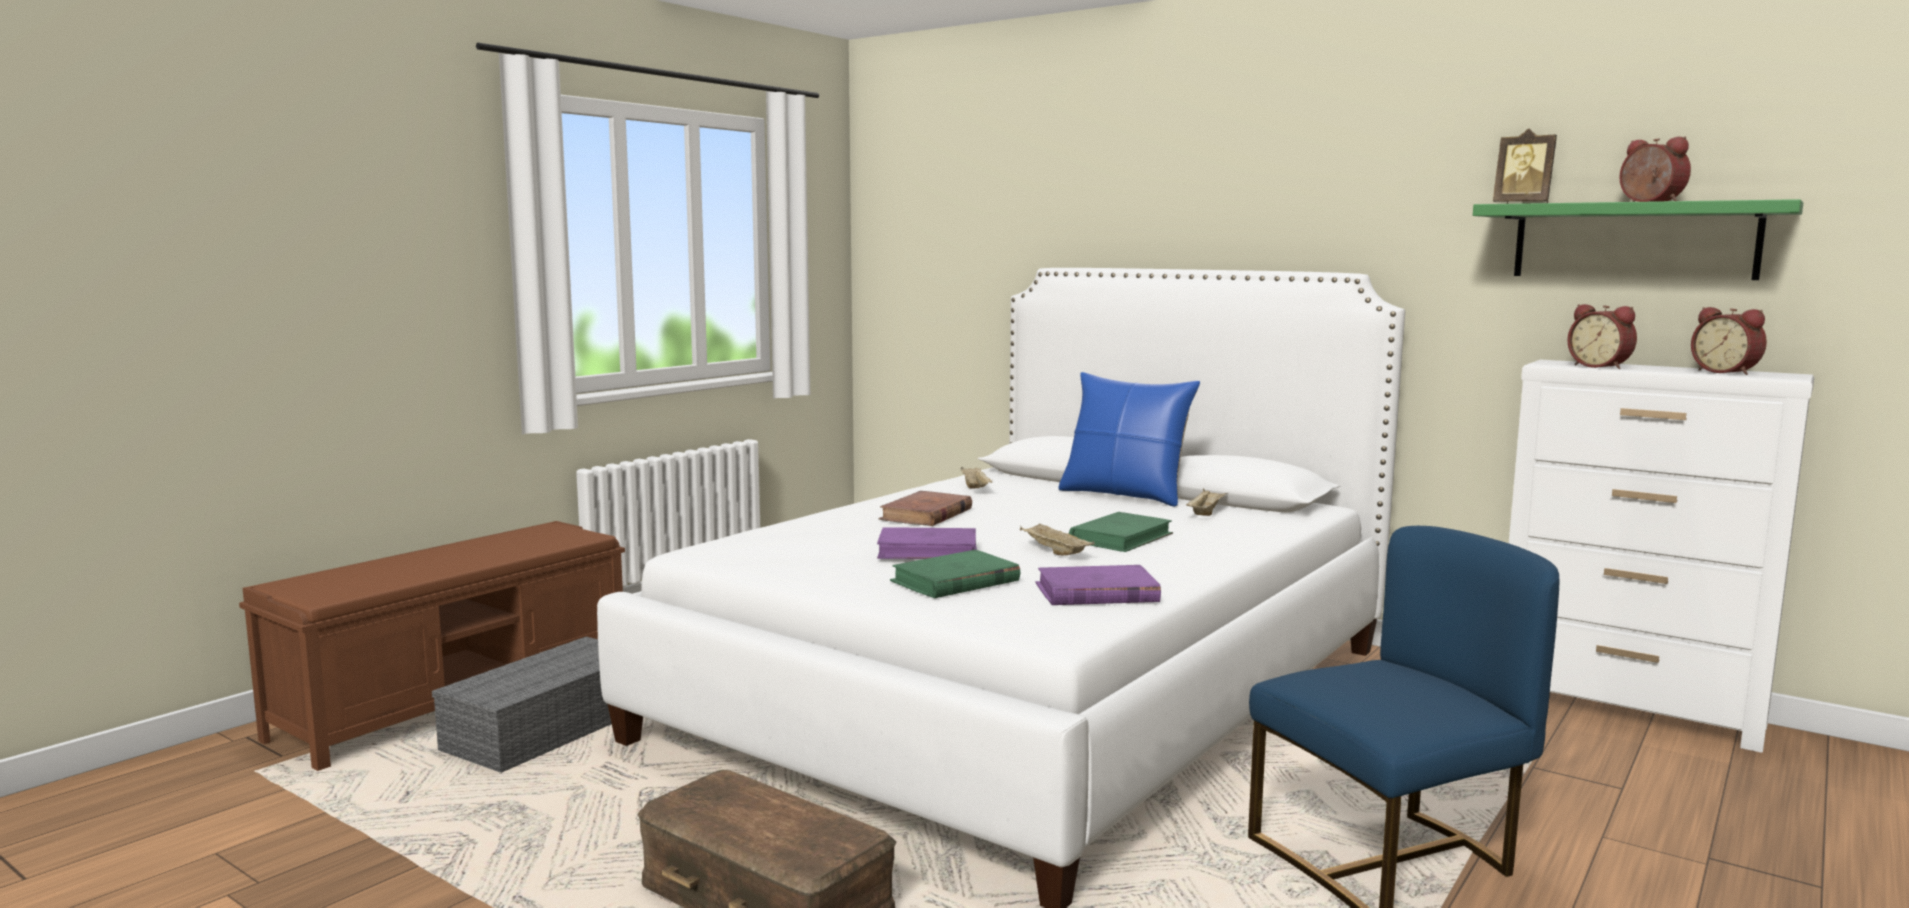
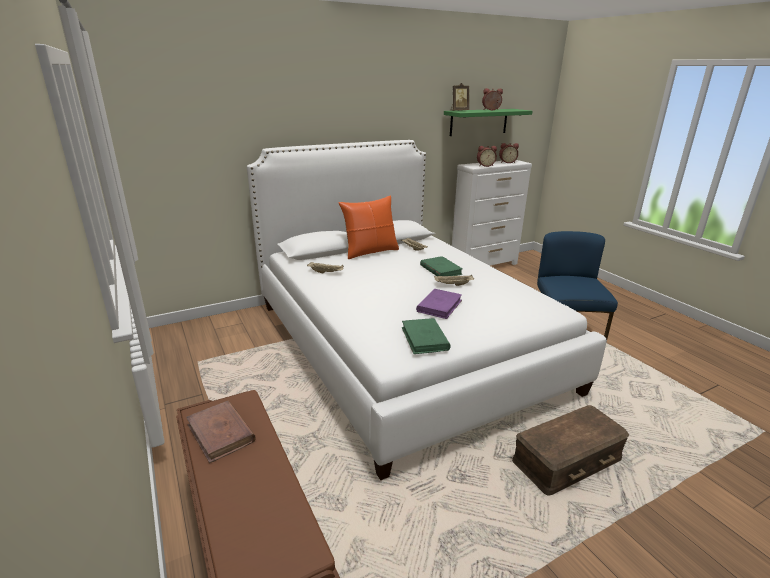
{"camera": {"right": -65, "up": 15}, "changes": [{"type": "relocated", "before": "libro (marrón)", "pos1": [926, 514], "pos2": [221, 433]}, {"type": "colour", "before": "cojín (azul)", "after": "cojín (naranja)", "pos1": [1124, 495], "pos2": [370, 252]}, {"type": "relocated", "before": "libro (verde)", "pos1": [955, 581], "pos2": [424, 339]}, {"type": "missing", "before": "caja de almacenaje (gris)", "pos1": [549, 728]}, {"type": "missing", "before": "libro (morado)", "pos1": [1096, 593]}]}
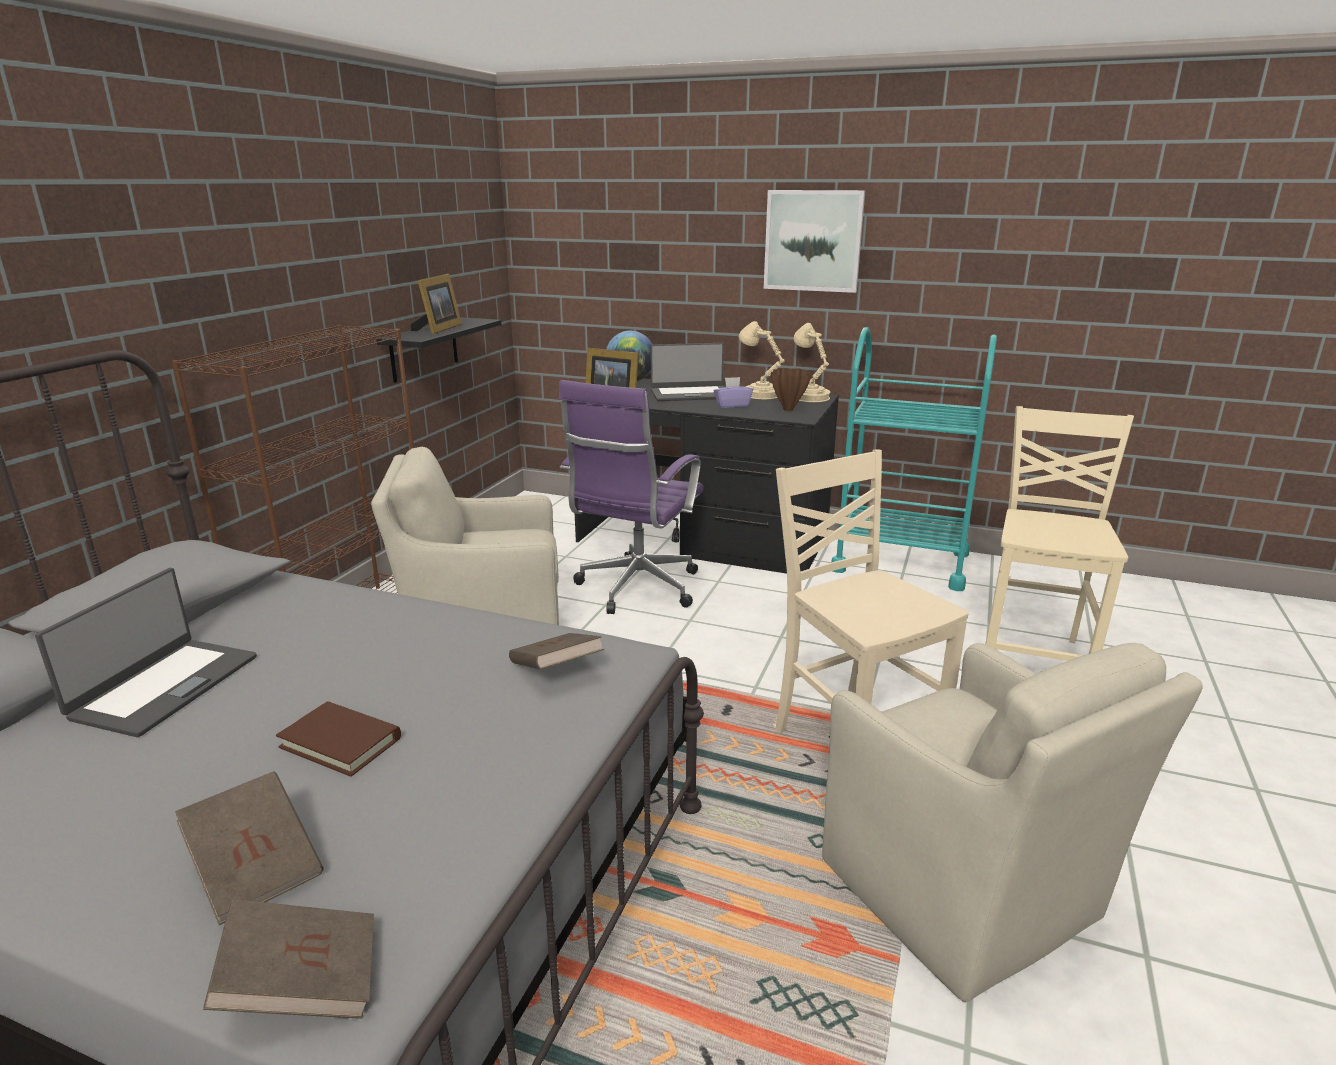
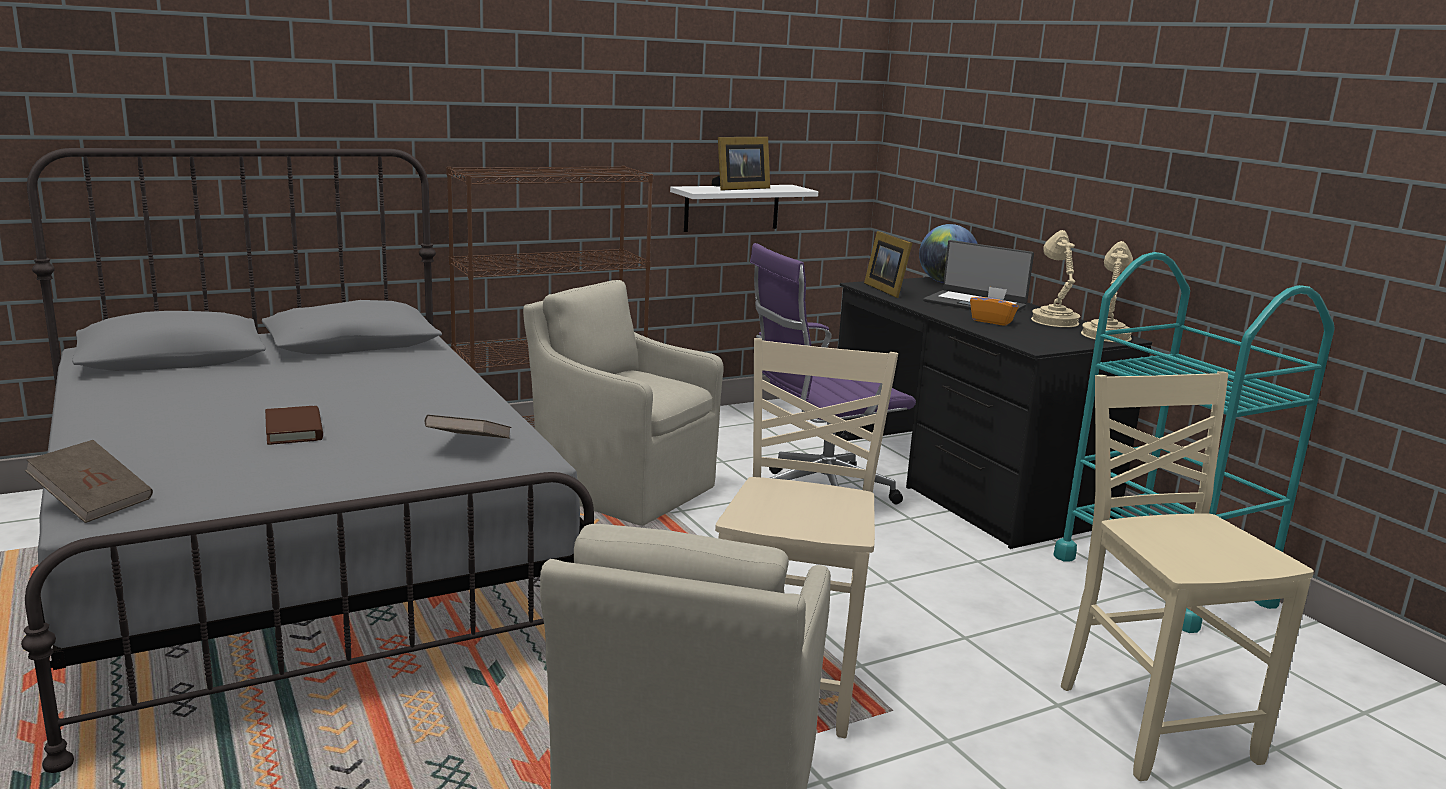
{"camera": {"right": 40, "up": -5}, "changes": [{"type": "colour", "before": "estante (negro)", "after": "estante (blanco)", "pos1": [424, 349], "pos2": [732, 207]}, {"type": "colour", "before": "caja de pañuelos (morado)", "after": "caja de pañuelos (naranja)", "pos1": [732, 405], "pos2": [992, 321]}, {"type": "spun", "before": "silla (beis)", "pos1": [1033, 658], "pos2": [1152, 721], "turn": -75}, {"type": "missing", "before": "portátil", "pos1": [164, 686]}, {"type": "missing", "before": "libro (marrón)", "pos1": [256, 868]}, {"type": "missing", "before": "cuadro", "pos1": [813, 241]}, {"type": "missing", "before": "florero (marrón)", "pos1": [789, 409]}]}
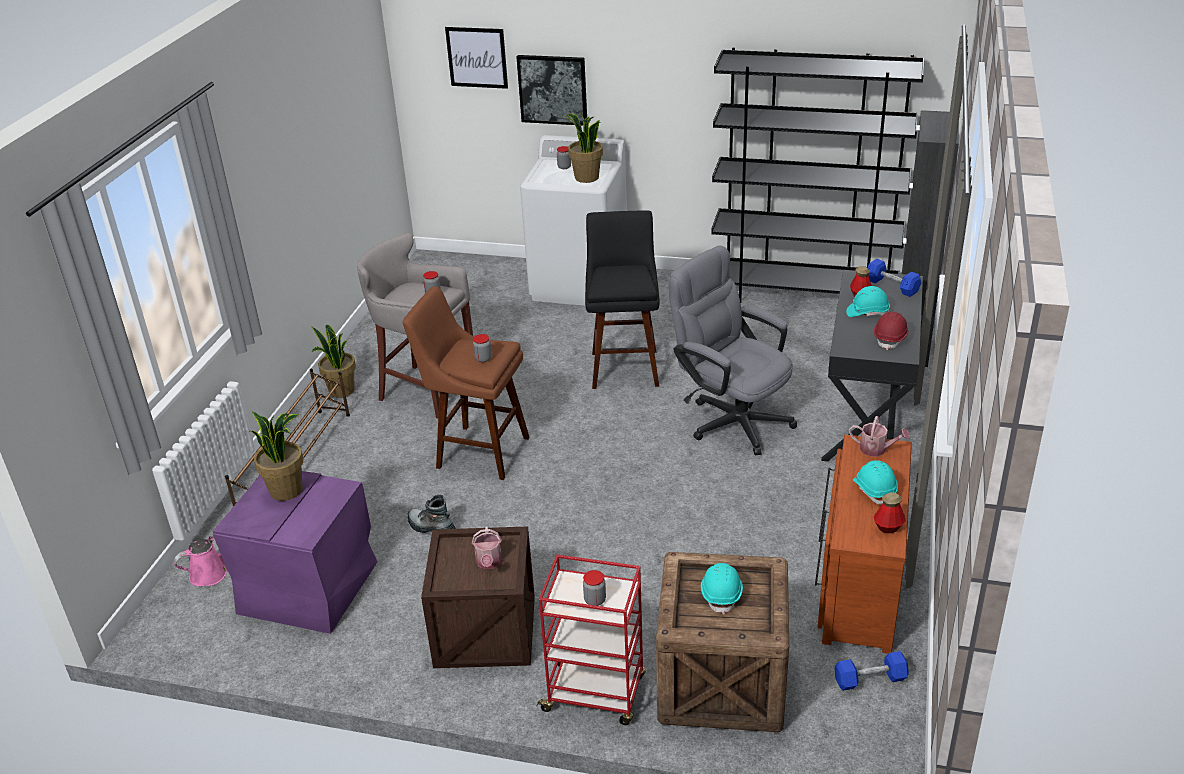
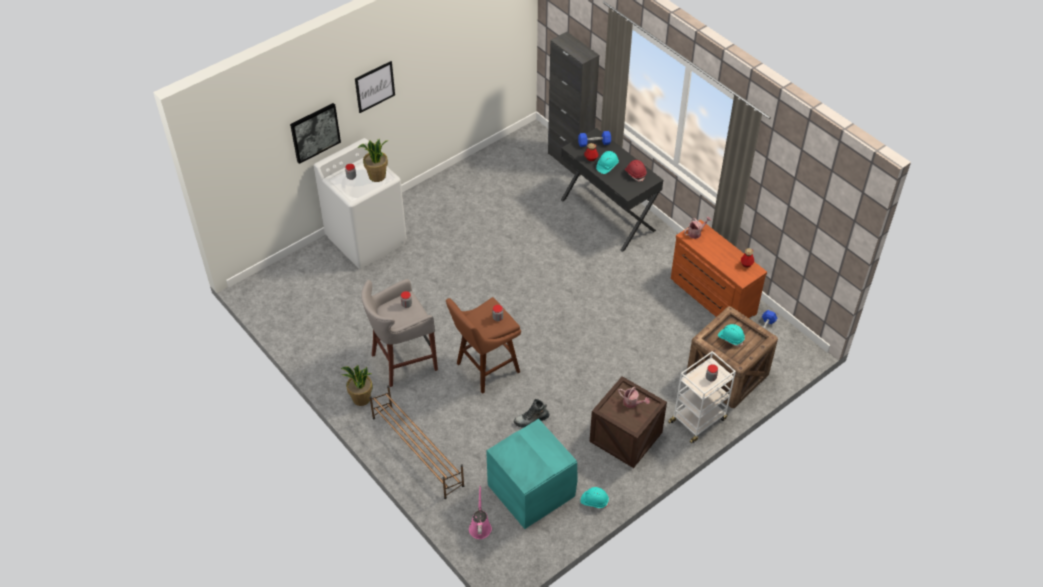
{"camera": {"right": -55, "up": 15}, "changes": [{"type": "relocated", "before": "cuadro", "pos1": [477, 57], "pos2": [374, 86]}, {"type": "colour", "before": "caja de almacenaje (morado)", "after": "caja de almacenaje (turquesa)", "pos1": [310, 586], "pos2": [531, 489]}, {"type": "relocated", "before": "casco (turquesa)", "pos1": [874, 490], "pos2": [594, 501]}, {"type": "colour", "before": "carrito (rojo)", "after": "carrito (blanco)", "pos1": [595, 694], "pos2": [698, 420]}, {"type": "missing", "before": "planta en maceta", "pos1": [287, 490]}, {"type": "missing", "before": "taburete (negro)", "pos1": [624, 366]}, {"type": "missing", "before": "silla de oficina (gris)", "pos1": [731, 419]}, {"type": "missing", "before": "estantería (negro)", "pos1": [804, 295]}]}
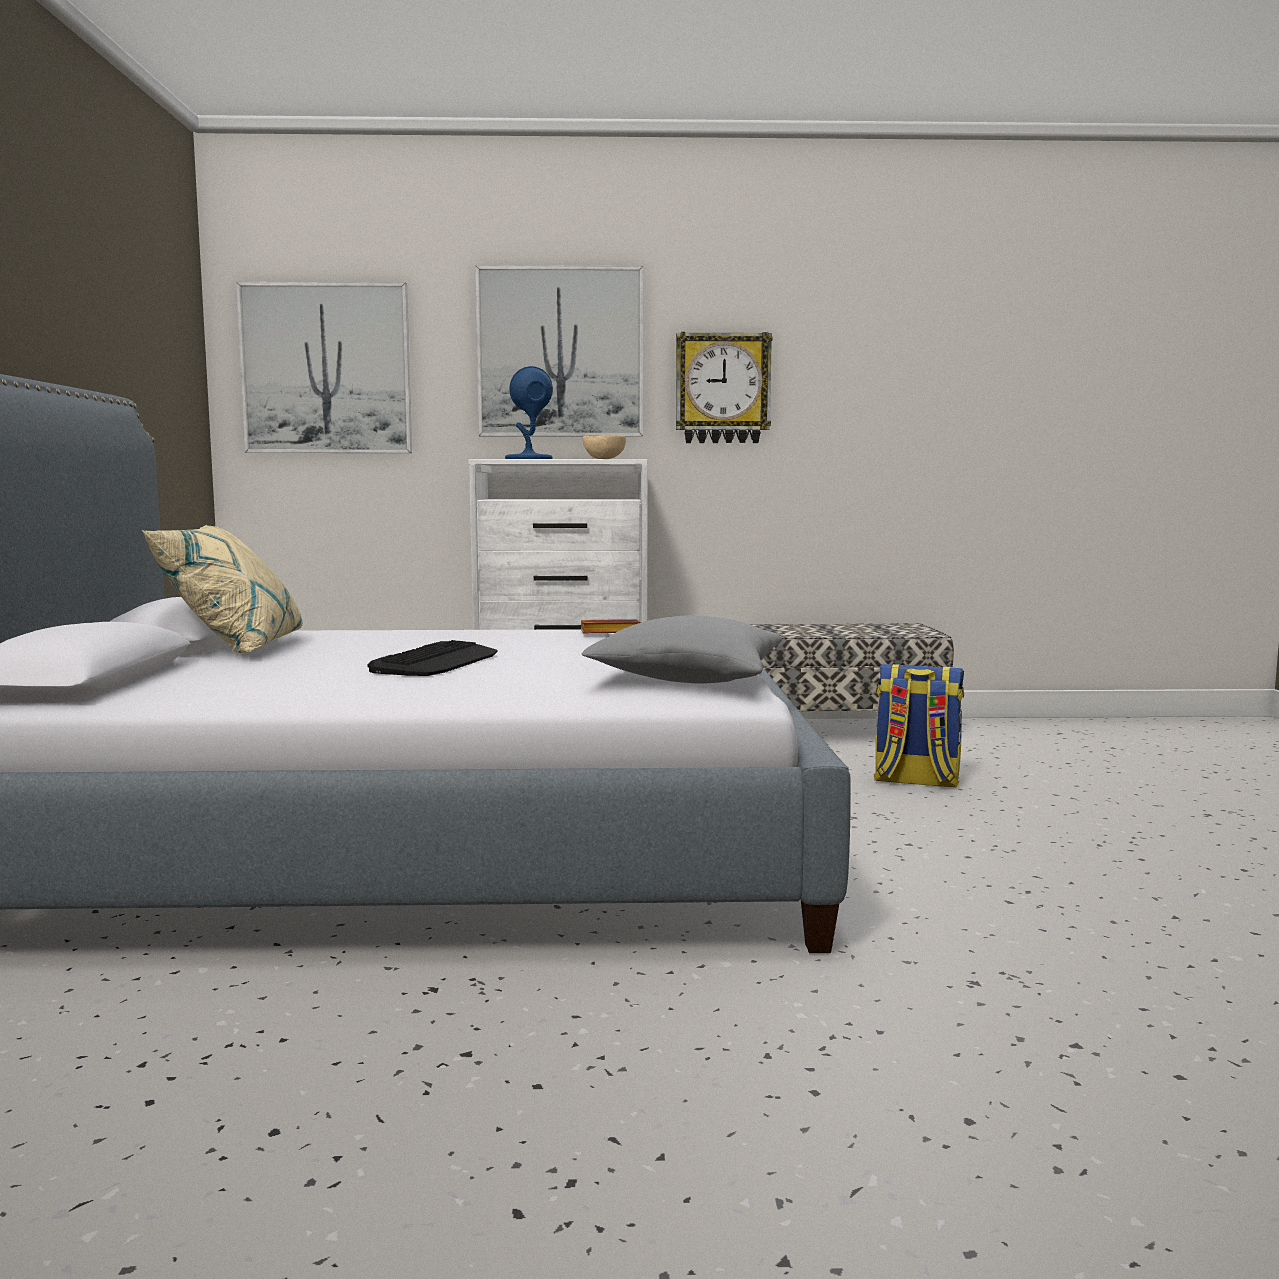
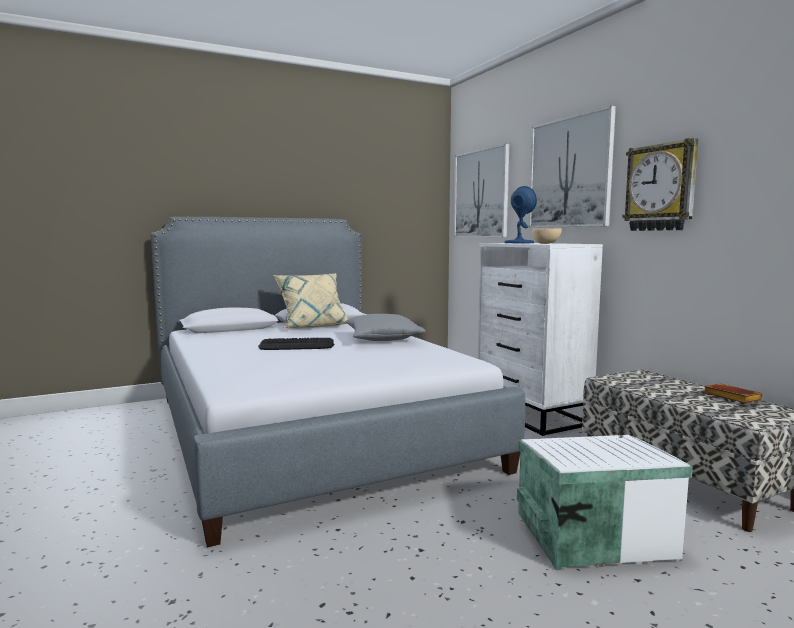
{"camera": {"right": 65, "up": 0}, "changes": [{"type": "relocated", "before": "cojín (gris)", "pos1": [687, 679], "pos2": [383, 339]}, {"type": "exchanged", "before": "mochila", "after": "caja de almacenaje (blanco)", "pos1": [915, 781], "pos2": [591, 534]}, {"type": "relocated", "before": "libro (marrón)", "pos1": [608, 633], "pos2": [729, 397]}]}
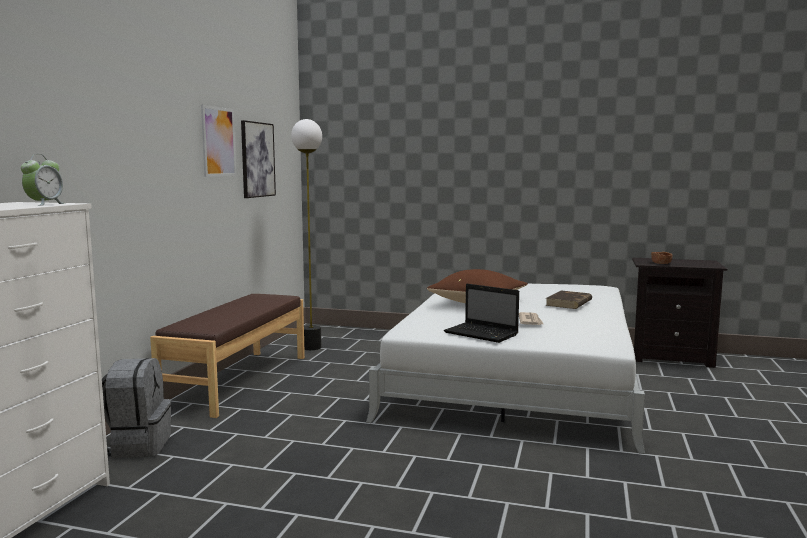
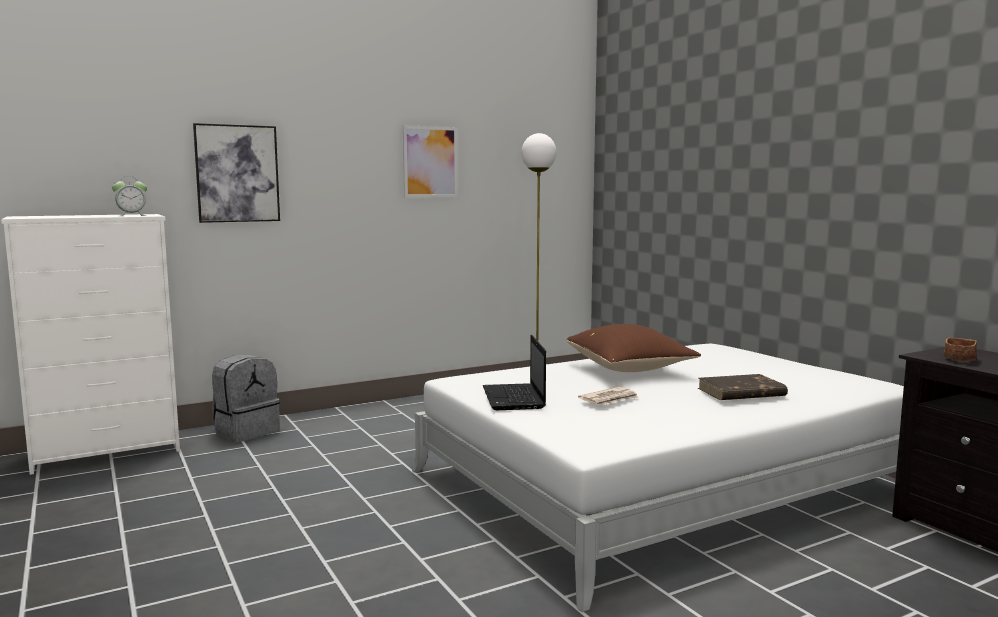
{"camera": {"right": 45, "up": 0}, "changes": [{"type": "relocated", "before": "cuadro", "pos1": [257, 159], "pos2": [237, 173]}, {"type": "missing", "before": "banco (marrón)", "pos1": [237, 381]}]}
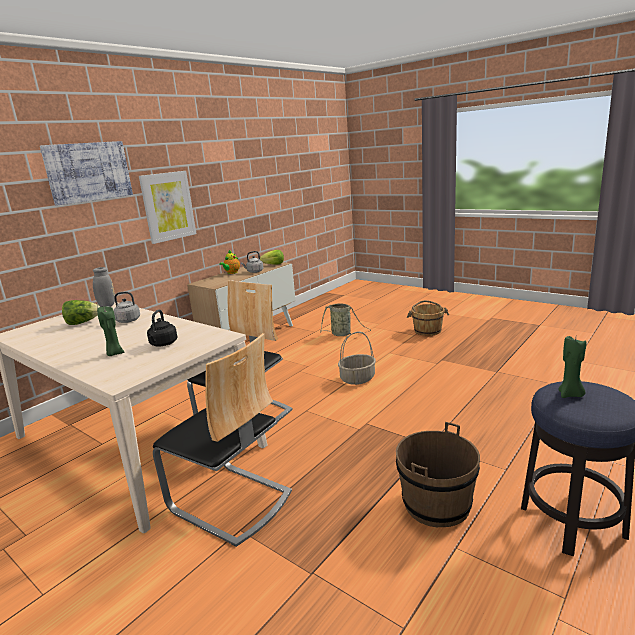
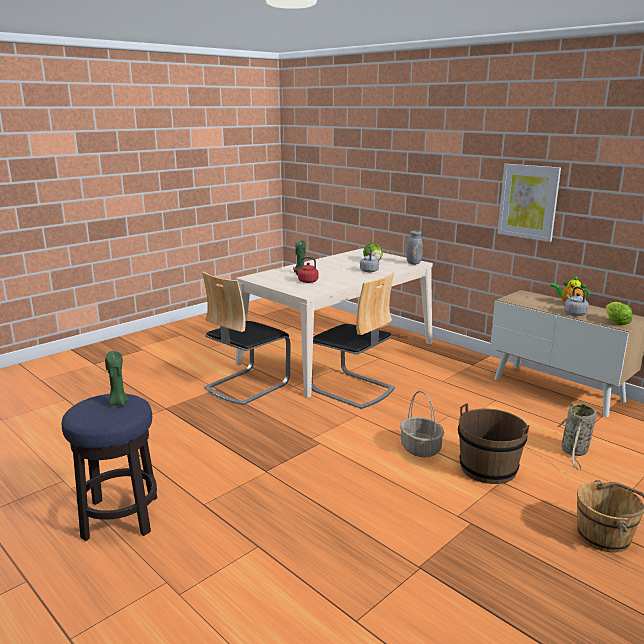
{"camera": {"right": 95, "up": 0}, "changes": [{"type": "colour", "before": "hervidor (negro)", "after": "hervidor (rojo)", "pos1": [163, 344], "pos2": [306, 281]}, {"type": "relocated", "before": "cubo (marrón)", "pos1": [436, 503], "pos2": [488, 468]}, {"type": "missing", "before": "cuadro", "pos1": [88, 172]}]}
